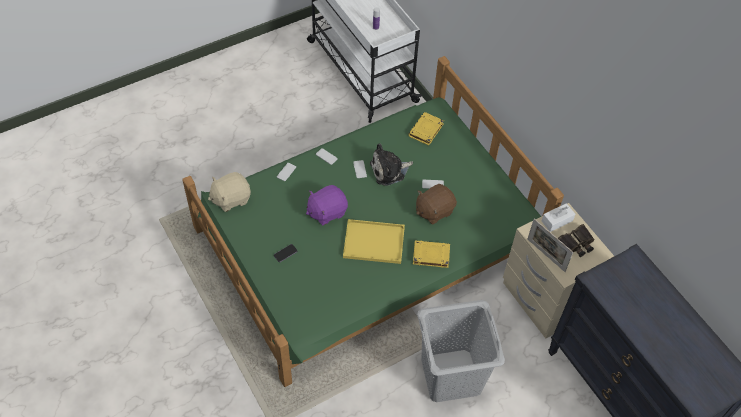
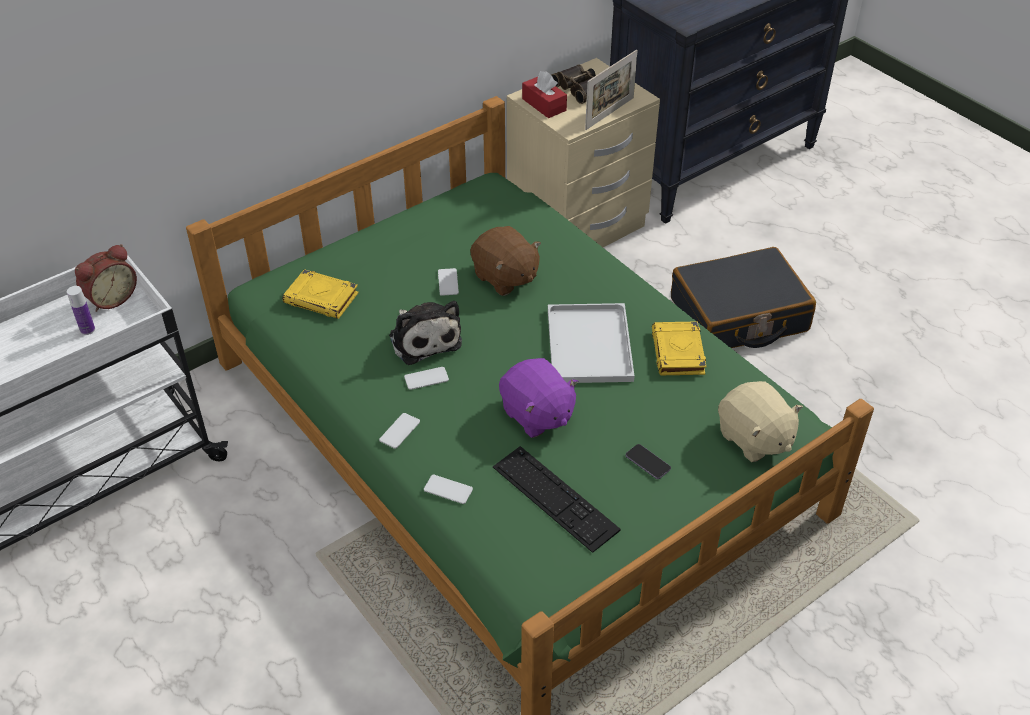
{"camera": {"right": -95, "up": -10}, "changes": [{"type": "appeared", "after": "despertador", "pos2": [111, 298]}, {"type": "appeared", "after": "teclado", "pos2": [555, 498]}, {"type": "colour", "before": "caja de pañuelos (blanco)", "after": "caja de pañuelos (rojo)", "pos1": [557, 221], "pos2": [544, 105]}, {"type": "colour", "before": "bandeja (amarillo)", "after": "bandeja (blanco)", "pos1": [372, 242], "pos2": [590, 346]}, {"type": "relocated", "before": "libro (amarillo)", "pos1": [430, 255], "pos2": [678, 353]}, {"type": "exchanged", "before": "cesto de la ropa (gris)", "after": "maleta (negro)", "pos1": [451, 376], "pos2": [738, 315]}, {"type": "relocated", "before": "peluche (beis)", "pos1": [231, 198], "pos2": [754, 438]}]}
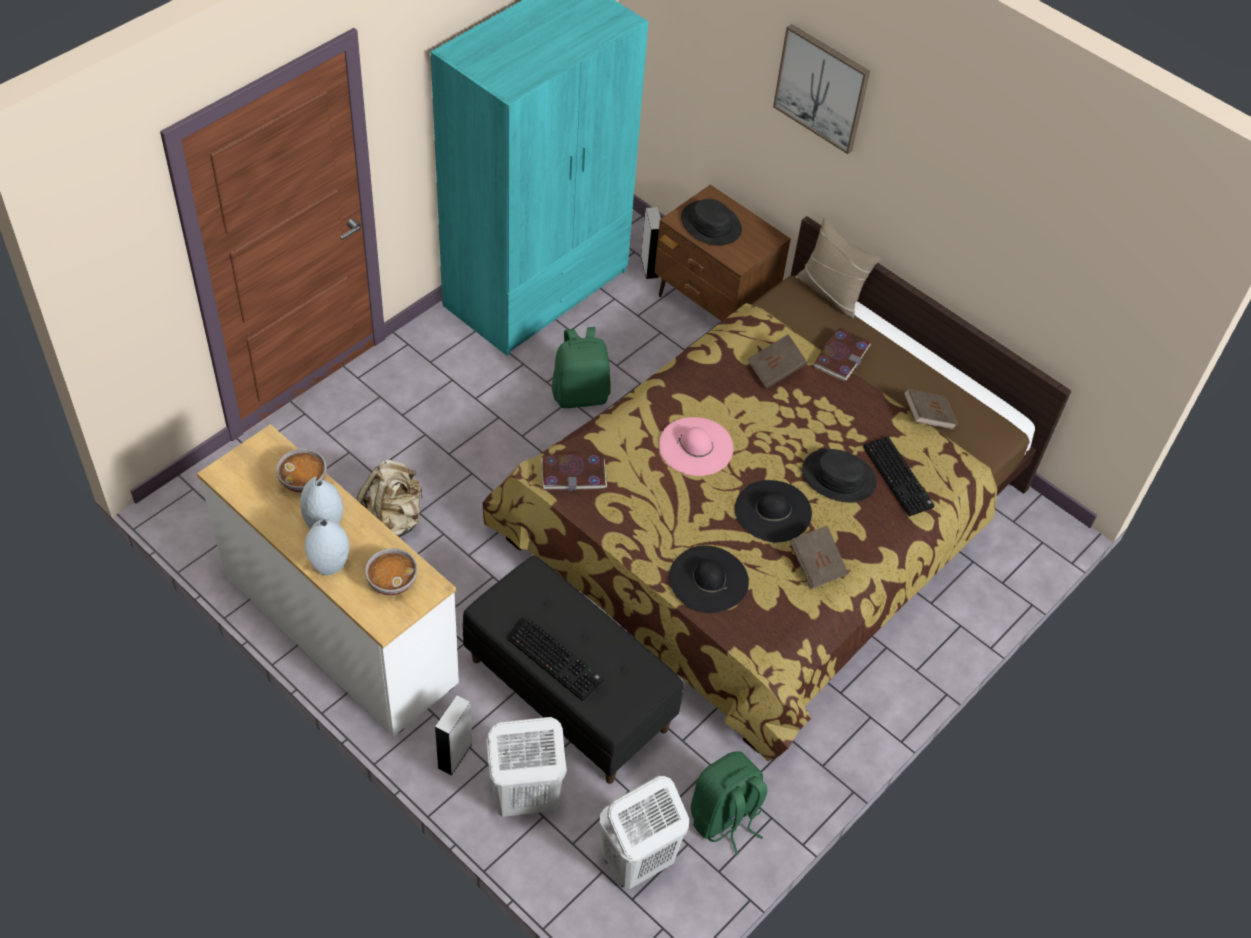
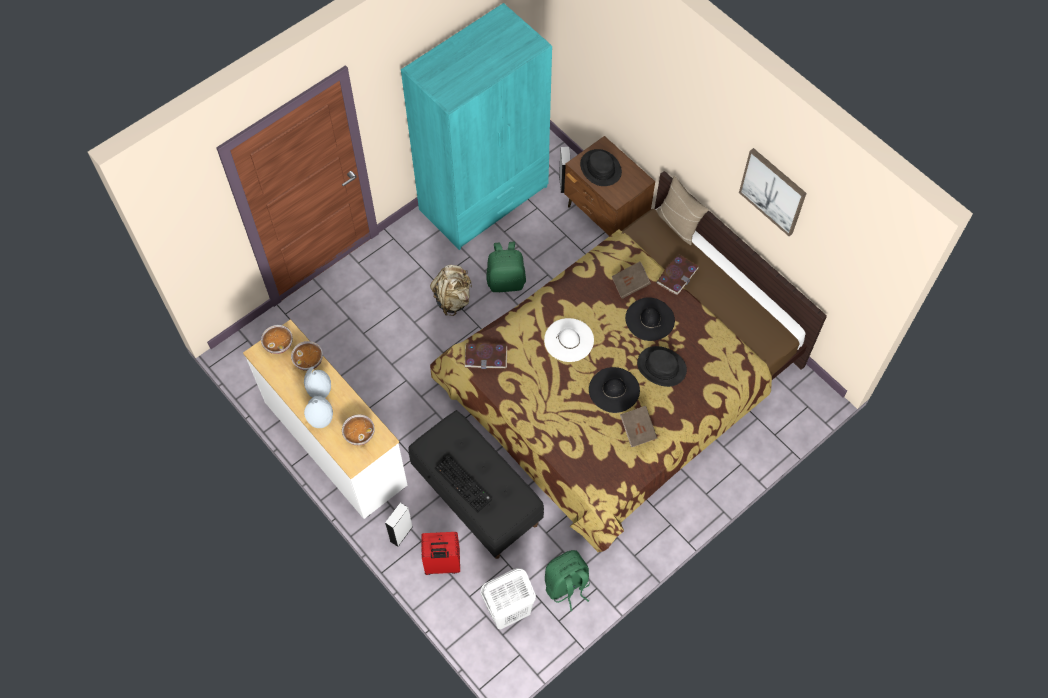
{"camera": {"right": 10, "up": 10}, "changes": [{"type": "appeared", "after": "cuenco", "pos2": [279, 344]}, {"type": "exchanged", "before": "cesto de la ropa (blanco)", "after": "maleta (rojo)", "pos1": [524, 798], "pos2": [442, 564]}, {"type": "relocated", "before": "mochila (beis)", "pos1": [394, 519], "pos2": [453, 299]}, {"type": "colour", "before": "sombrero (rosa)", "after": "sombrero (blanco)", "pos1": [696, 446], "pos2": [569, 340]}, {"type": "relocated", "before": "sombrero (negro)", "pos1": [708, 579], "pos2": [649, 319]}, {"type": "relocated", "before": "cuadro", "pos1": [822, 88], "pos2": [773, 191]}, {"type": "missing", "before": "teclado", "pos1": [899, 477]}, {"type": "missing", "before": "libro (marrón)", "pos1": [927, 417]}]}
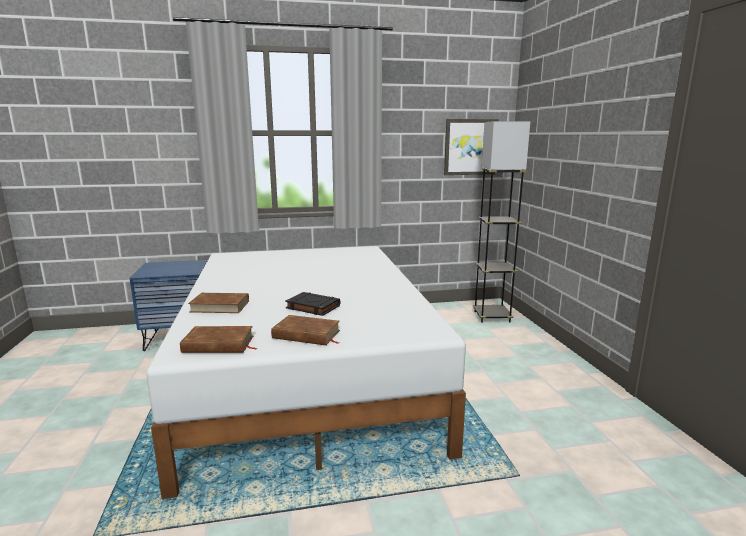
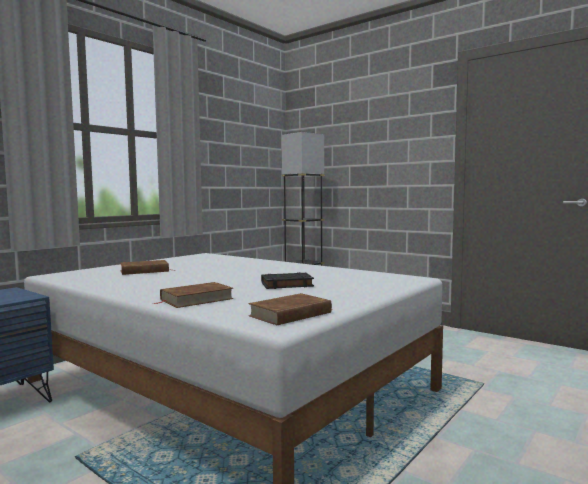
{"camera": {"right": -40, "up": -10}, "changes": [{"type": "relocated", "before": "libro (marrón)", "pos1": [306, 334], "pos2": [144, 271]}, {"type": "missing", "before": "cuadro", "pos1": [470, 147]}]}
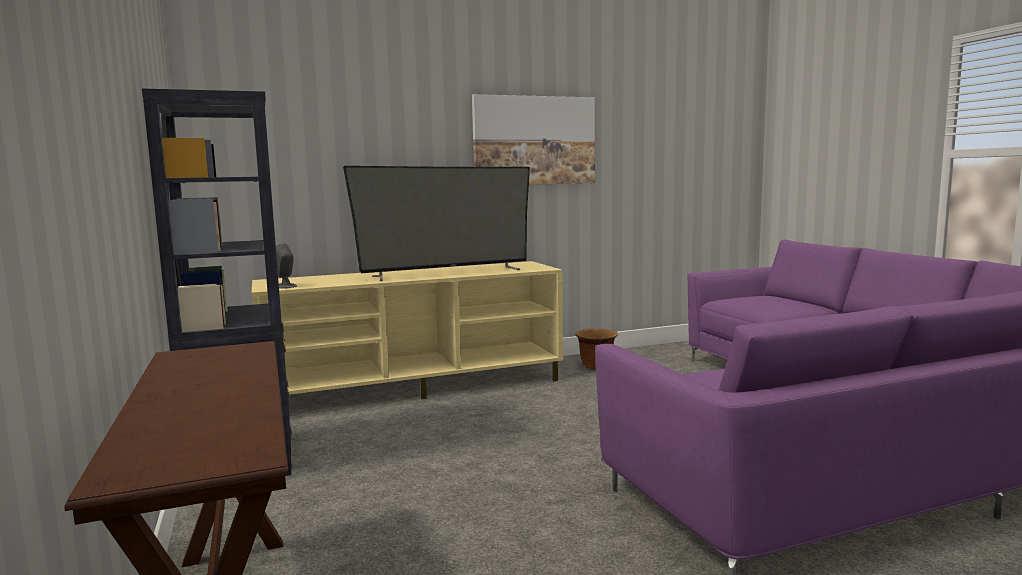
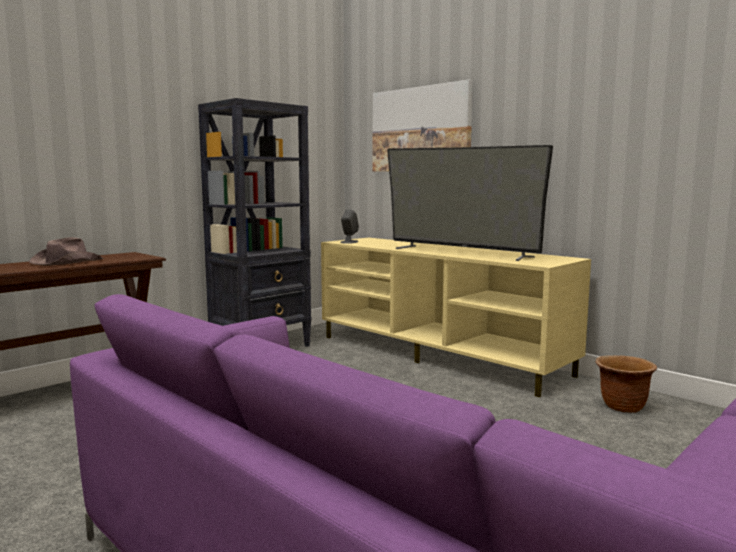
{"camera": {"right": 65, "up": 0}, "changes": [{"type": "appeared", "after": "sombrero (marrón)", "pos2": [66, 262]}, {"type": "relocated", "before": "cuadro", "pos1": [534, 141], "pos2": [420, 129]}]}
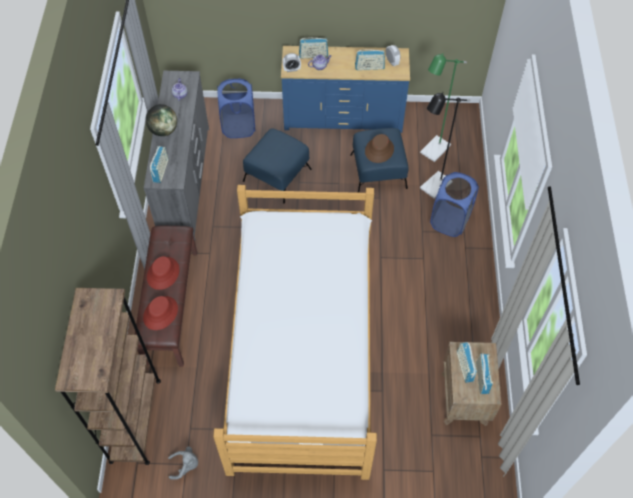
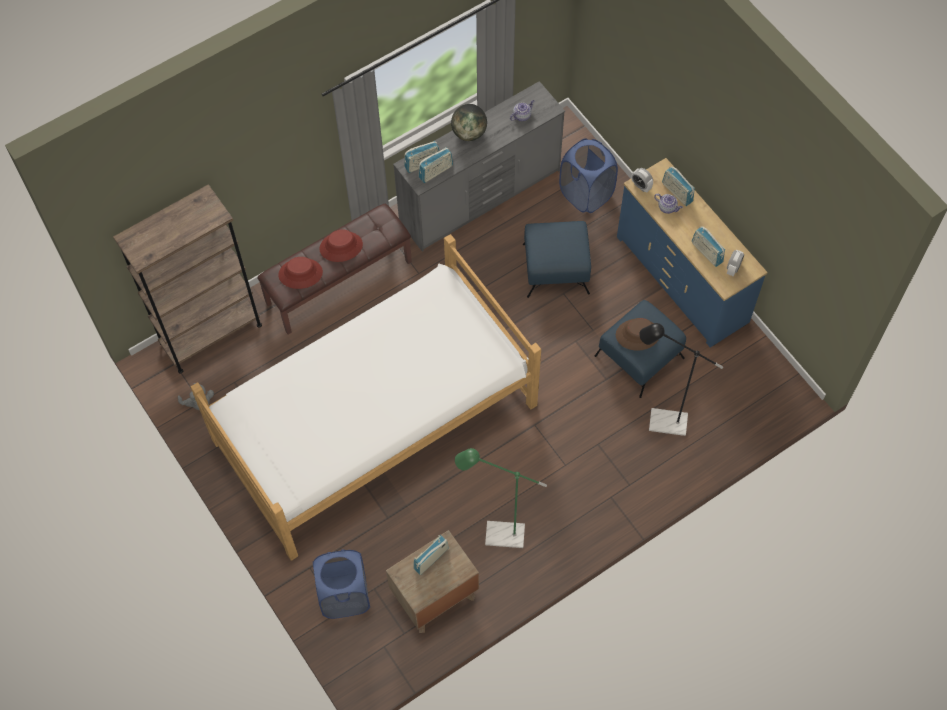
{"camera": {"right": 55, "up": 5}, "changes": [{"type": "relocated", "before": "cesto de la ropa (azul)", "pos1": [450, 220], "pos2": [344, 596]}, {"type": "relocated", "before": "radio", "pos1": [482, 378], "pos2": [435, 171]}, {"type": "relocated", "before": "lámpara de pie (verde)", "pos1": [432, 152], "pos2": [497, 534]}]}
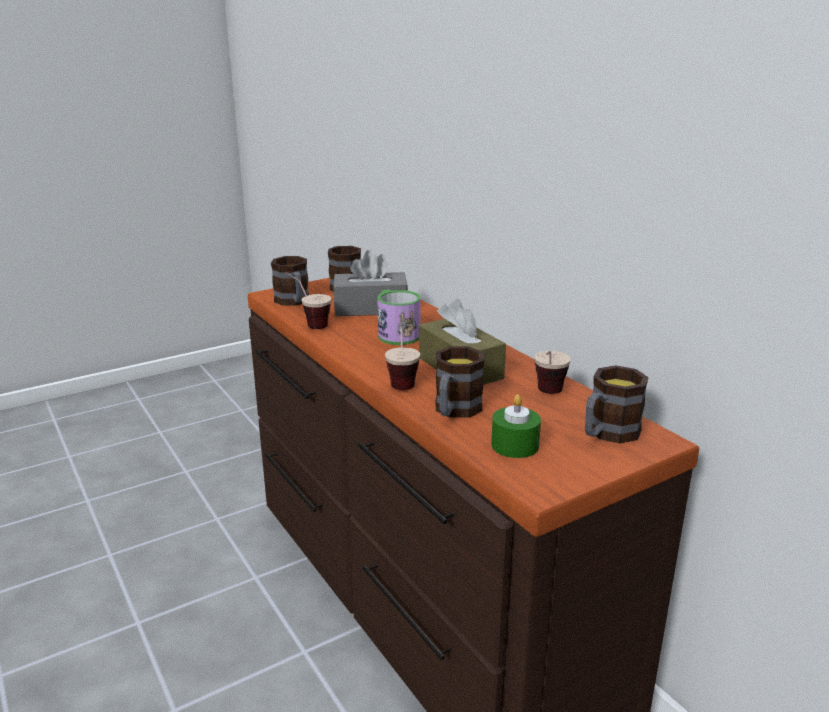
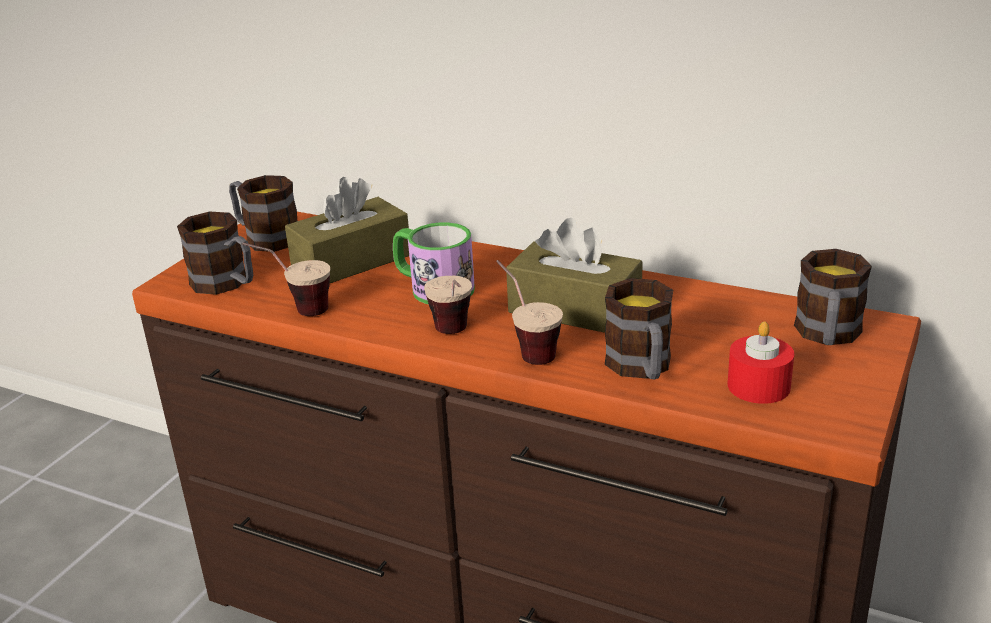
{"camera": {"right": -30, "up": 5}, "changes": [{"type": "colour", "before": "caja de pañuelos (gris)", "after": "caja de pañuelos (marrón)", "pos1": [370, 308], "pos2": [351, 261]}, {"type": "relocated", "before": "taza", "pos1": [547, 396], "pos2": [455, 336]}, {"type": "colour", "before": "vela (verde)", "after": "vela (rojo)", "pos1": [515, 445], "pos2": [758, 386]}]}
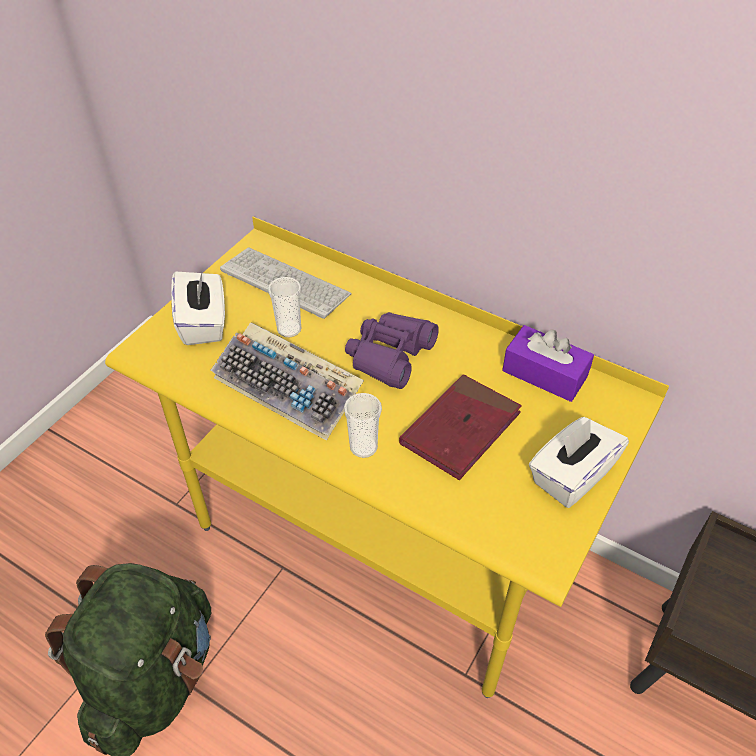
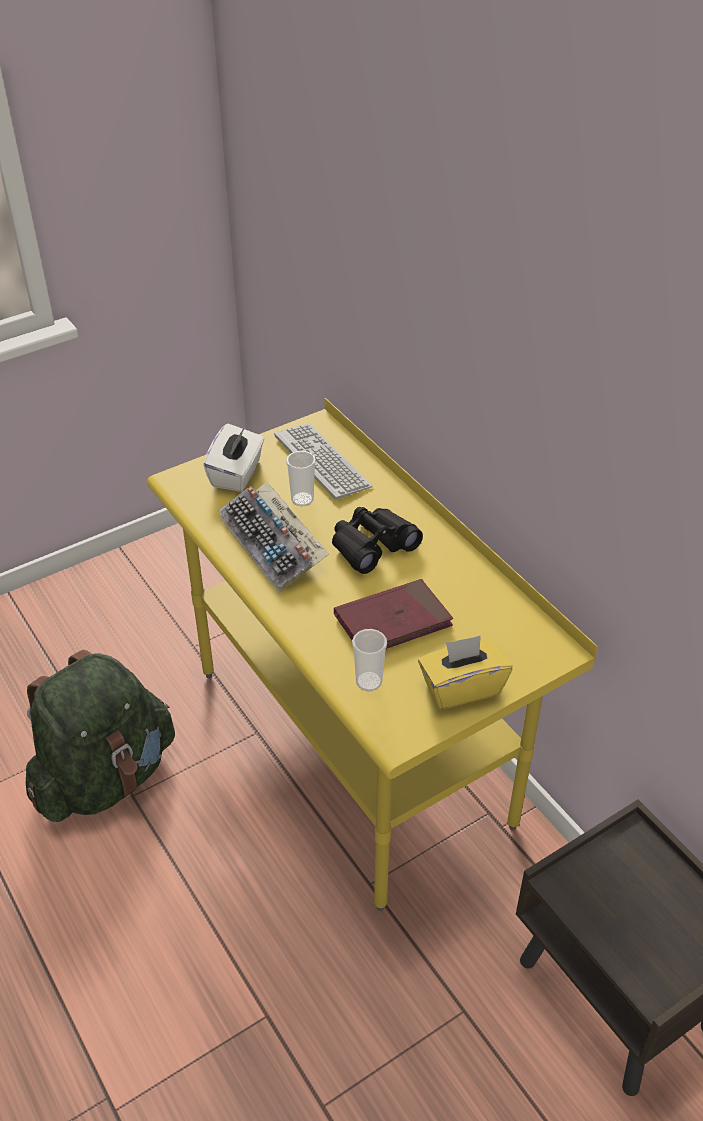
{"camera": {"right": 25, "up": -5}, "changes": [{"type": "colour", "before": "prismáticos (morado)", "after": "prismáticos (negro)", "pos1": [390, 355], "pos2": [372, 546]}, {"type": "relocated", "before": "taza", "pos1": [363, 447], "pos2": [369, 682]}, {"type": "colour", "before": "caja de pañuelos (blanco)", "after": "caja de pañuelos (amarillo)", "pos1": [571, 475], "pos2": [461, 687]}, {"type": "missing", "before": "caja de pañuelos (morado)", "pos1": [544, 374]}]}
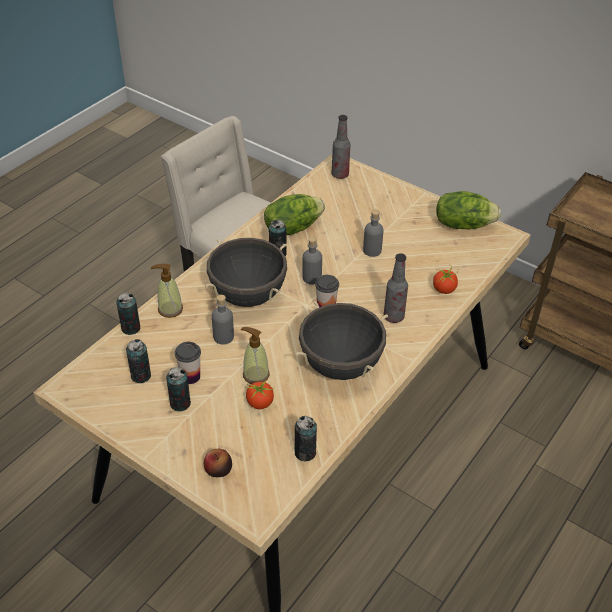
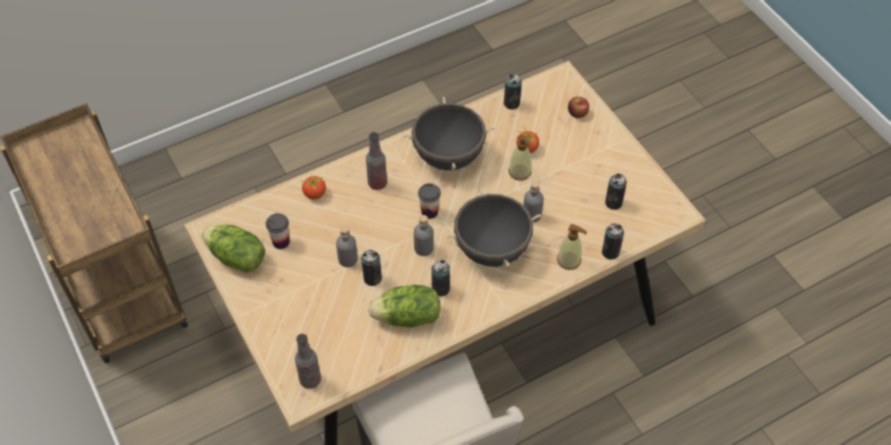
{"camera": {"right": -155, "up": 10}, "changes": [{"type": "relocated", "before": "taza", "pos1": [190, 376], "pos2": [281, 242]}, {"type": "relocated", "before": "lata", "pos1": [180, 403], "pos2": [372, 278]}]}
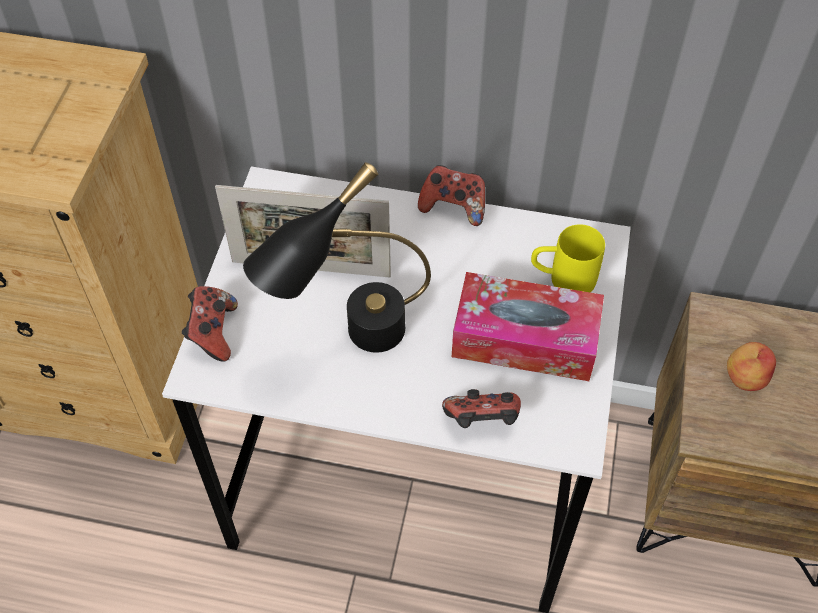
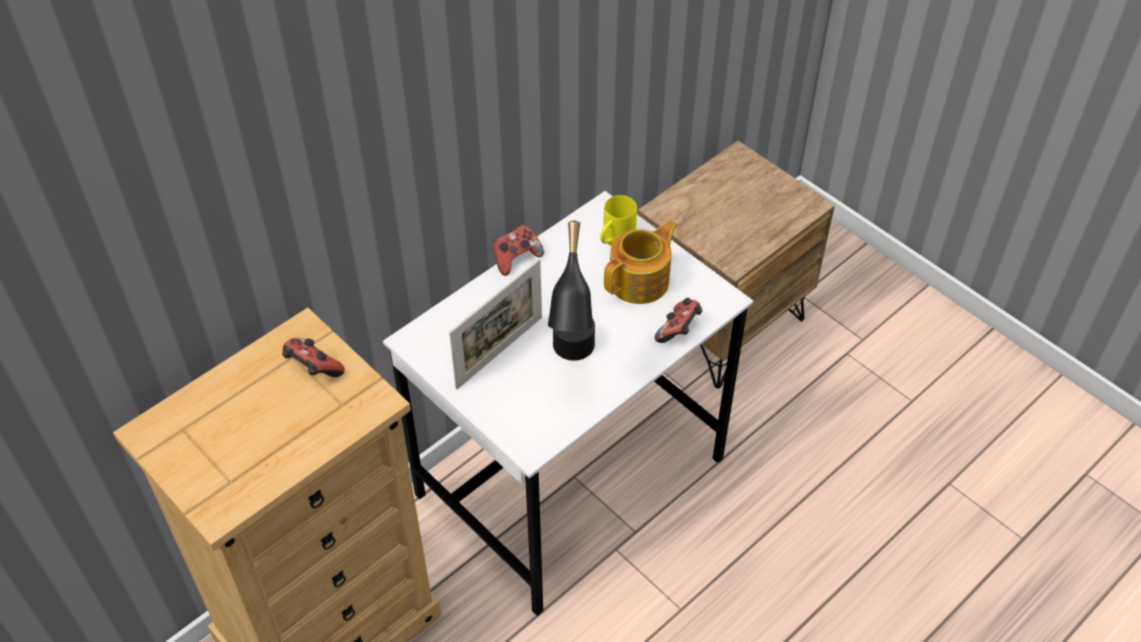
{"camera": {"right": -55, "up": -5}, "changes": [{"type": "relocated", "before": "mando de consola", "pos1": [213, 333], "pos2": [313, 369]}, {"type": "exchanged", "before": "caja de pañuelos", "after": "tetera", "pos1": [525, 339], "pos2": [640, 281]}, {"type": "missing", "before": "manzana", "pos1": [745, 377]}]}
